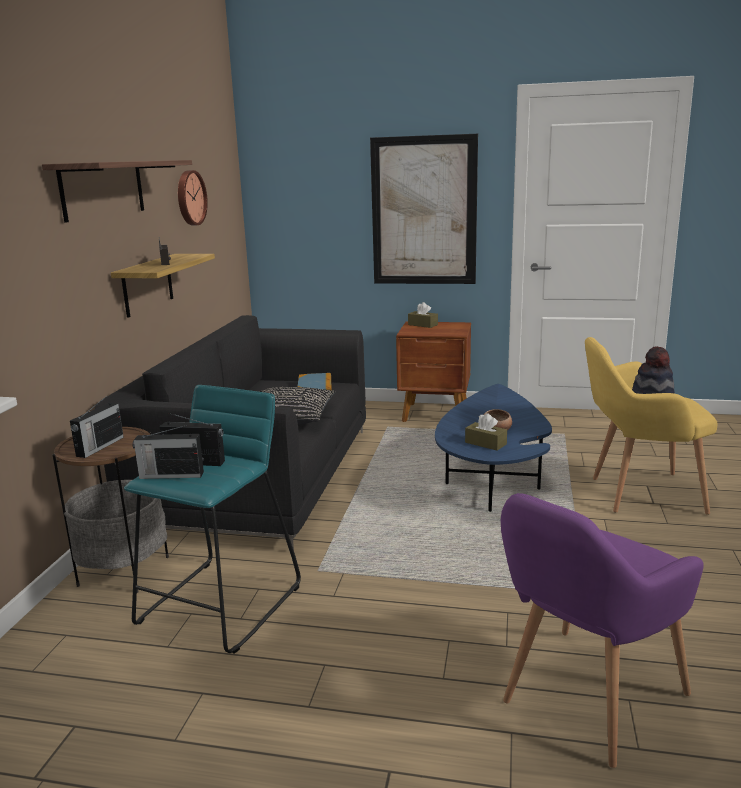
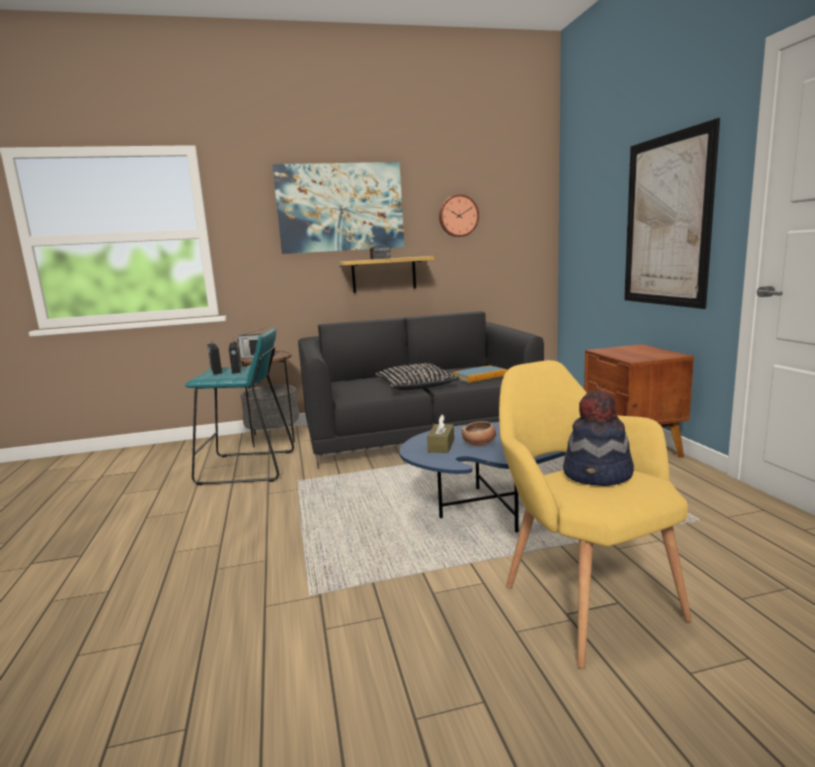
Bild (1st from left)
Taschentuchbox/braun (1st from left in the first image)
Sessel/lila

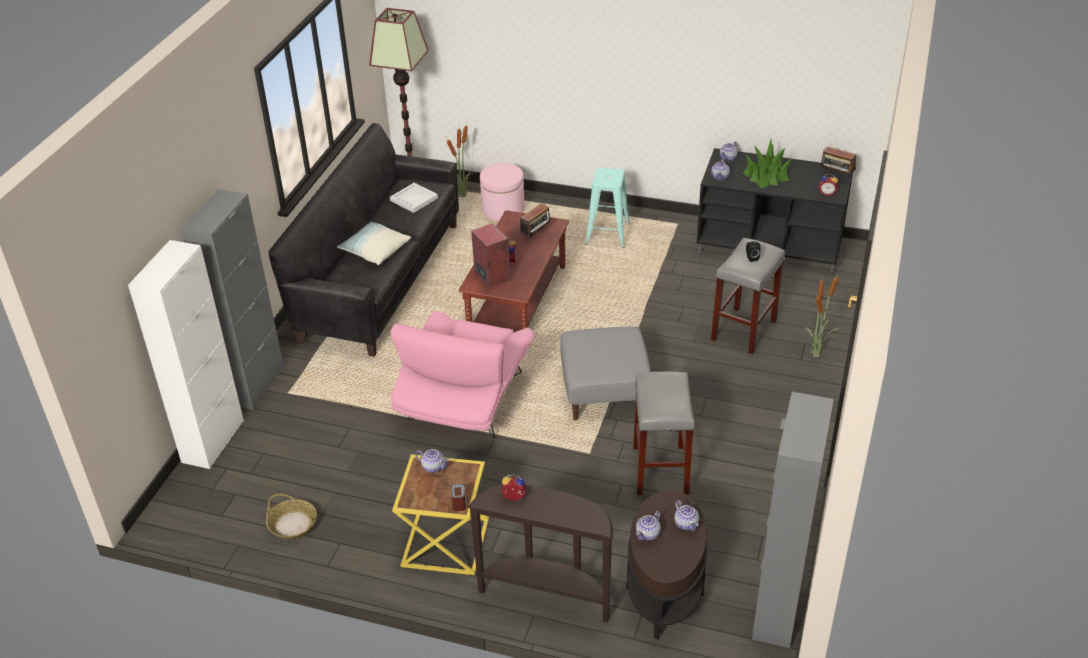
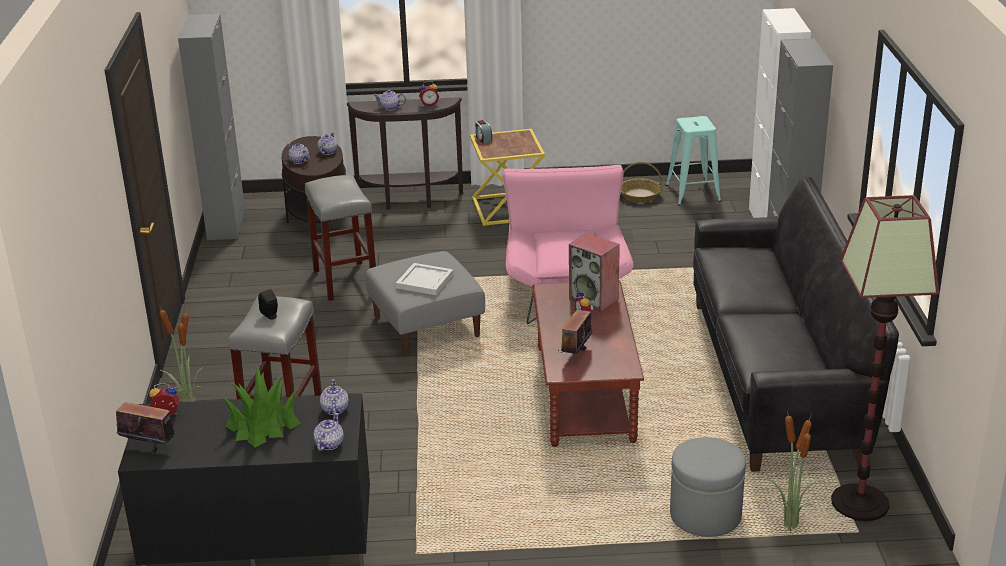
Polsterhocker/grau (2nd from left)
Hocker/türkis
Tablett/weiß
Kissen
Teekanne (5th from left)

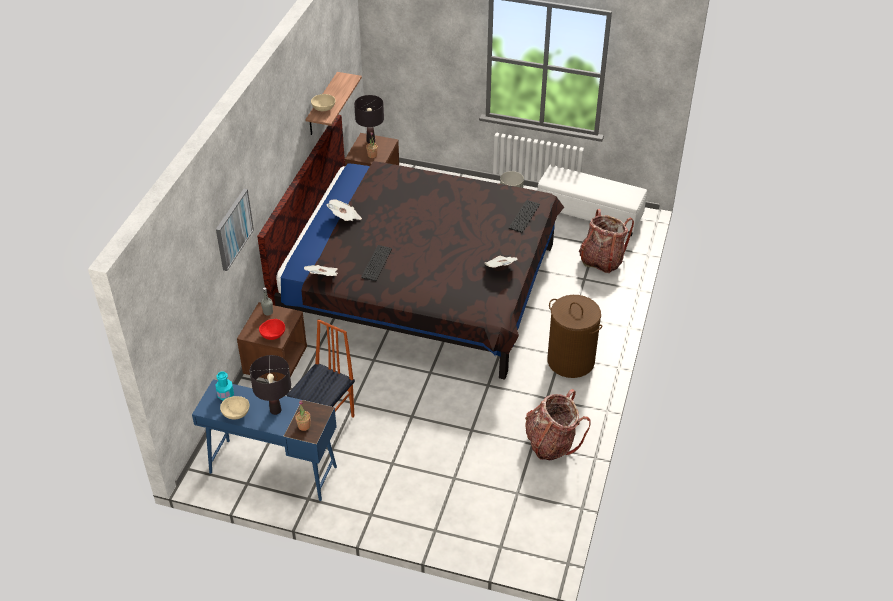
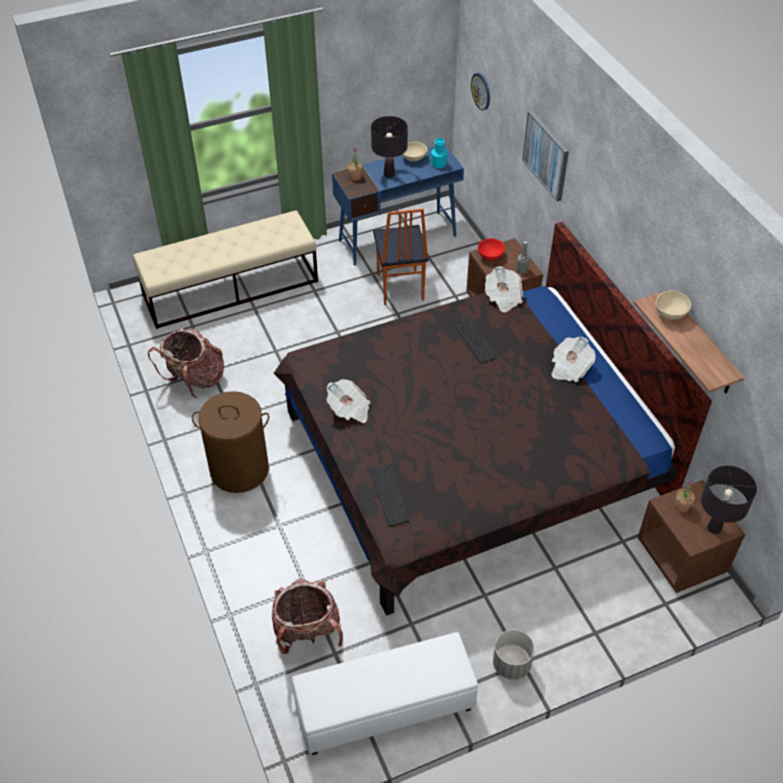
Wanduhr
Bank/beige

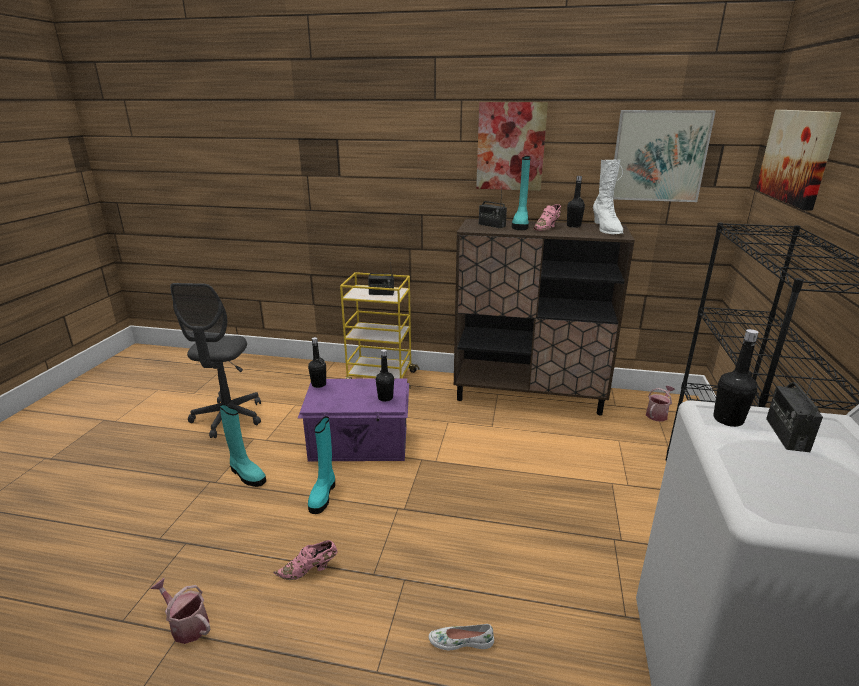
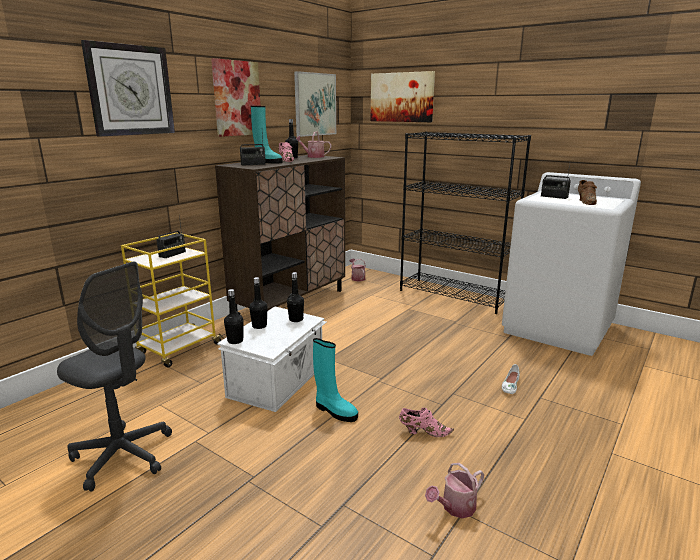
Gießkanne (1st from left)
Flasche/schwarz (2nd from left)
Aufbewahrungsbox/weiß
Stiefel/türkis (1st from left in the first image)
Schuh/rosa (2nd from left)
Wanduhr
Schuh/braun

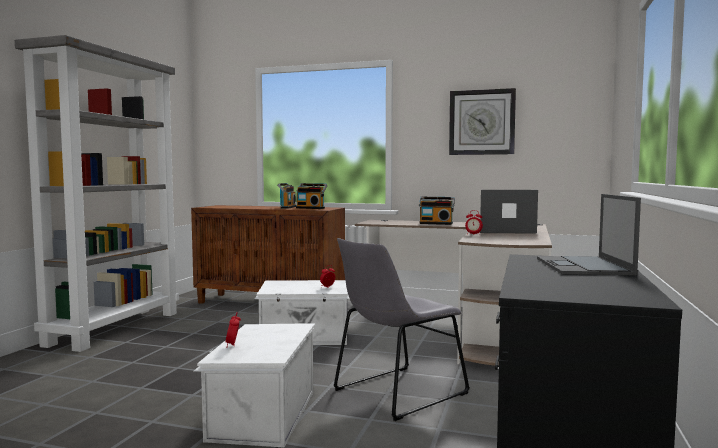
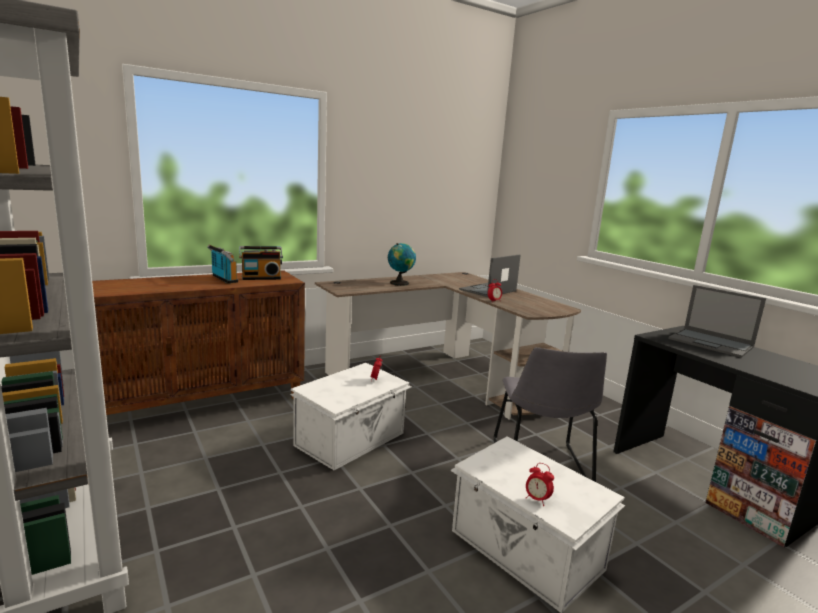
Wanduhr
Globus

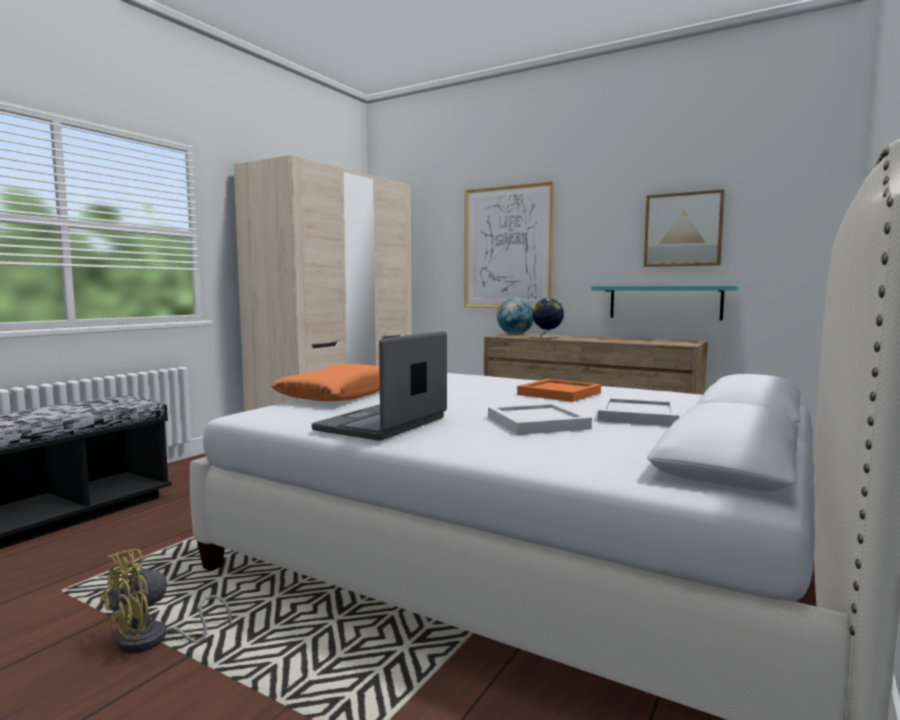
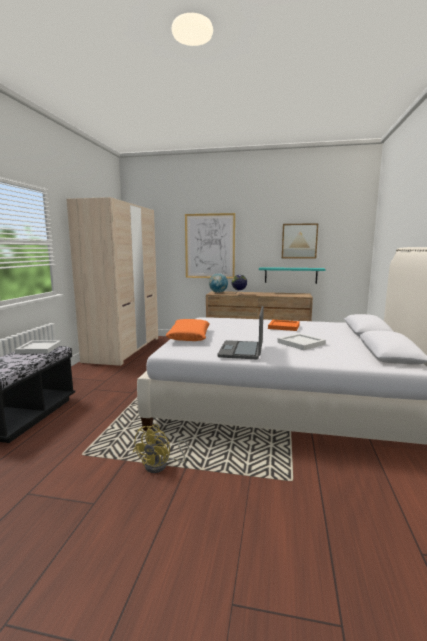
Tablett/weiß (1st from left)

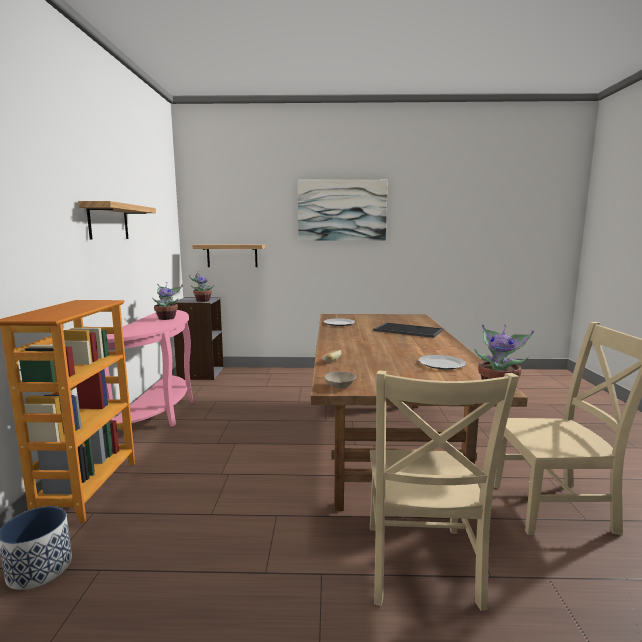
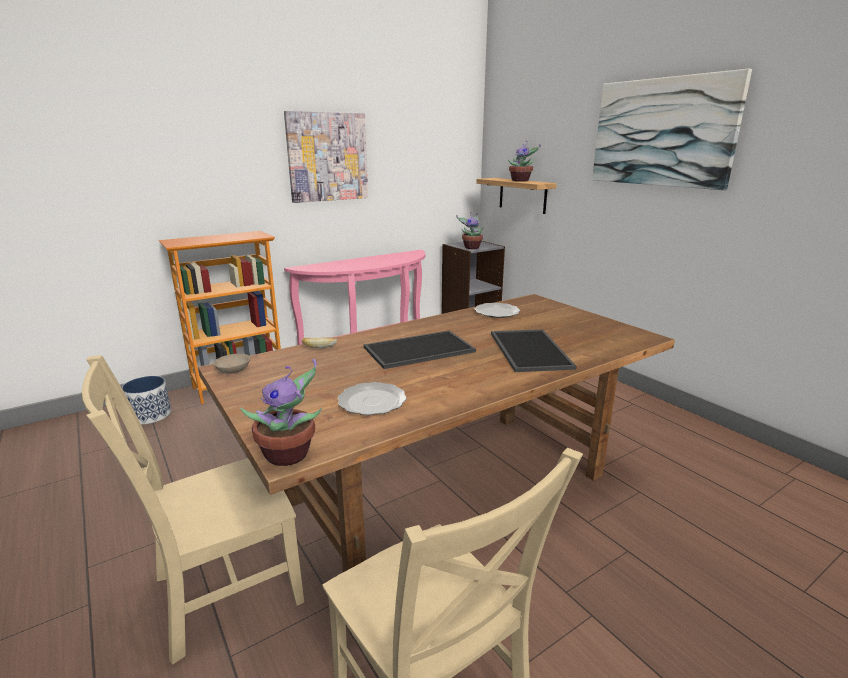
Bild (1st from left)
Topfpflanze (3rd from left)
Tablett (1st from left)

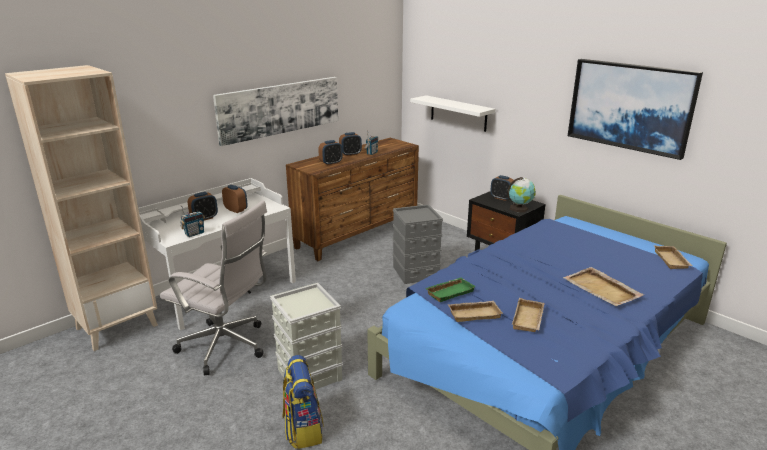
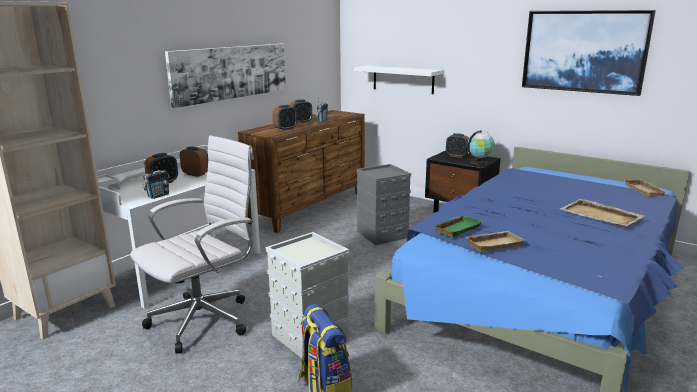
Bürostuhl/weiß
Tablett/beige (2nd from left in the first image)

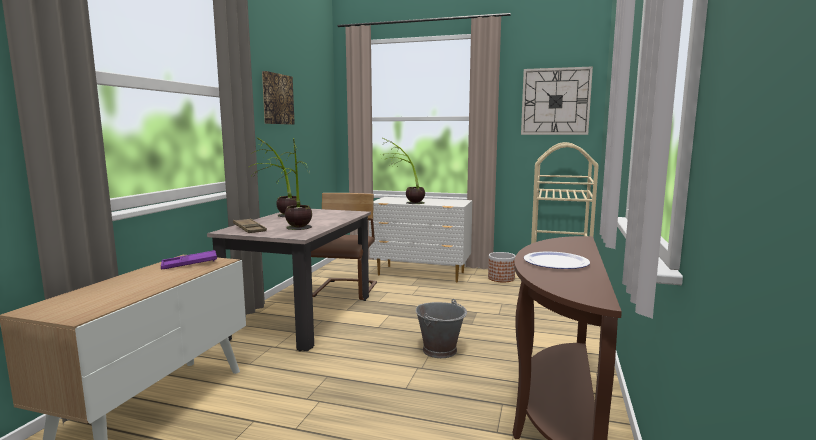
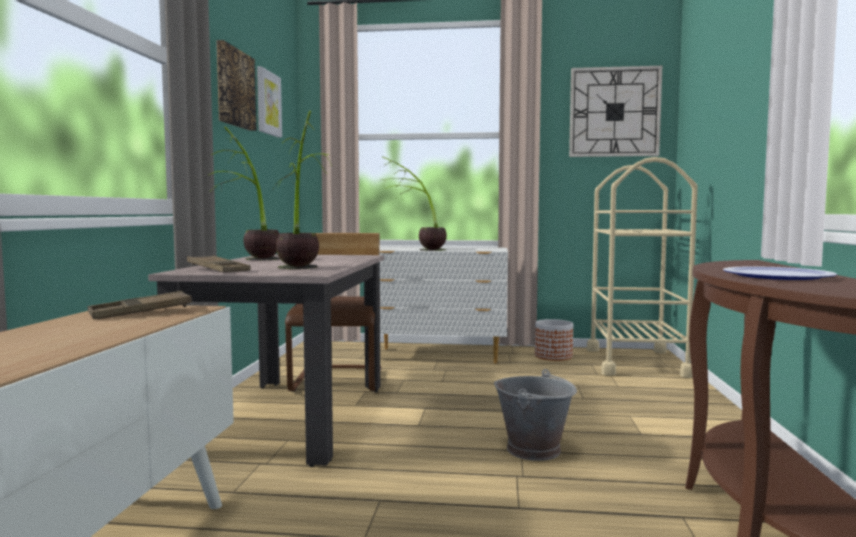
Tablett/braun (1st from left)
Bild (2nd from left)

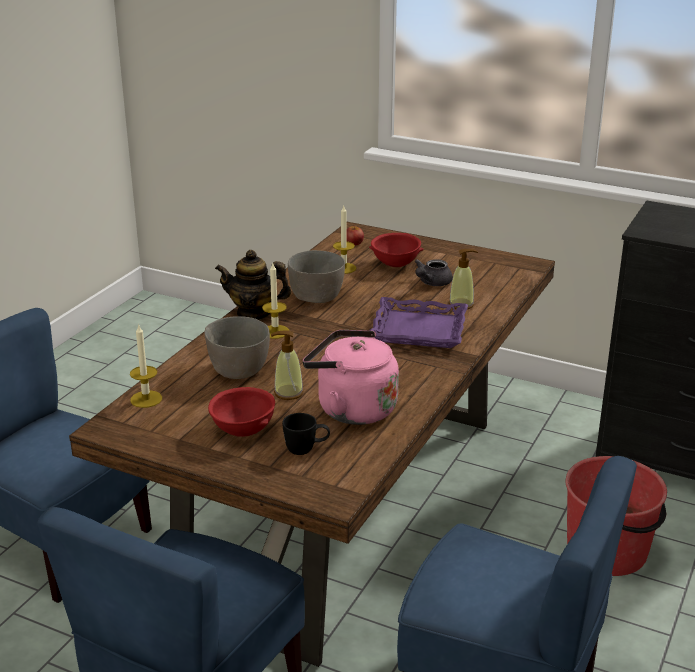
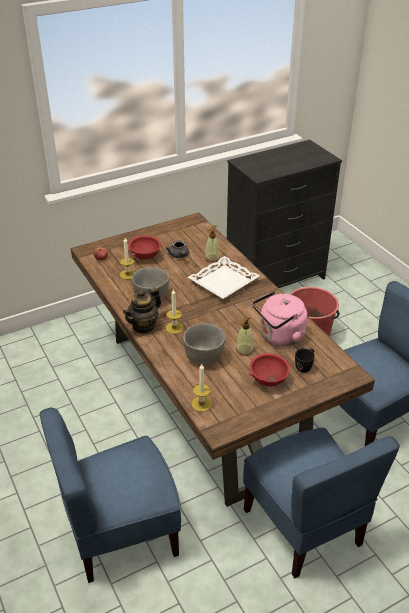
Tablett/weiß

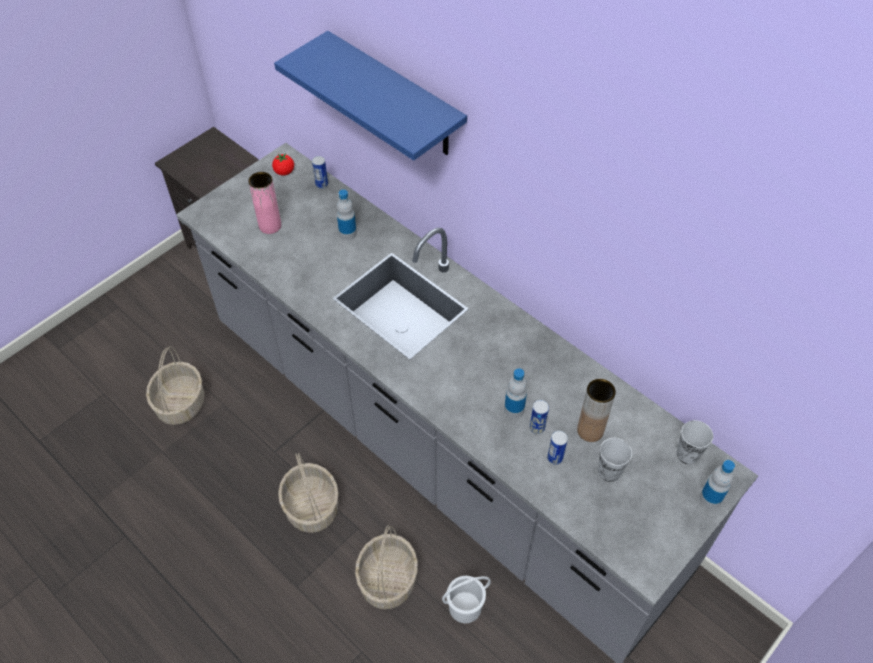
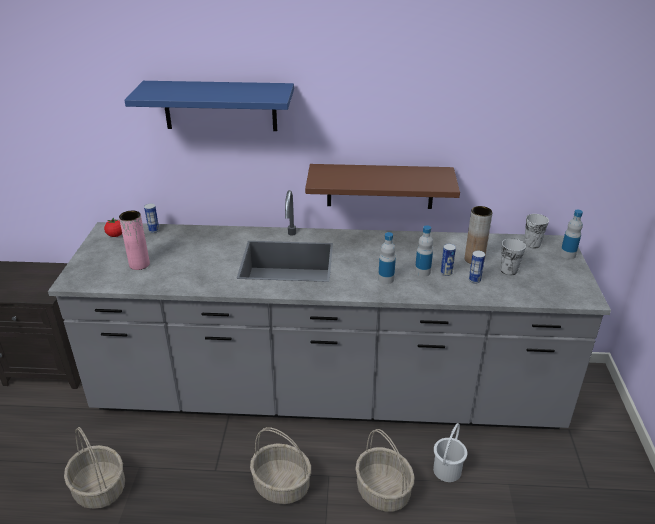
Flasche (1st from left)
Wandregal/braun

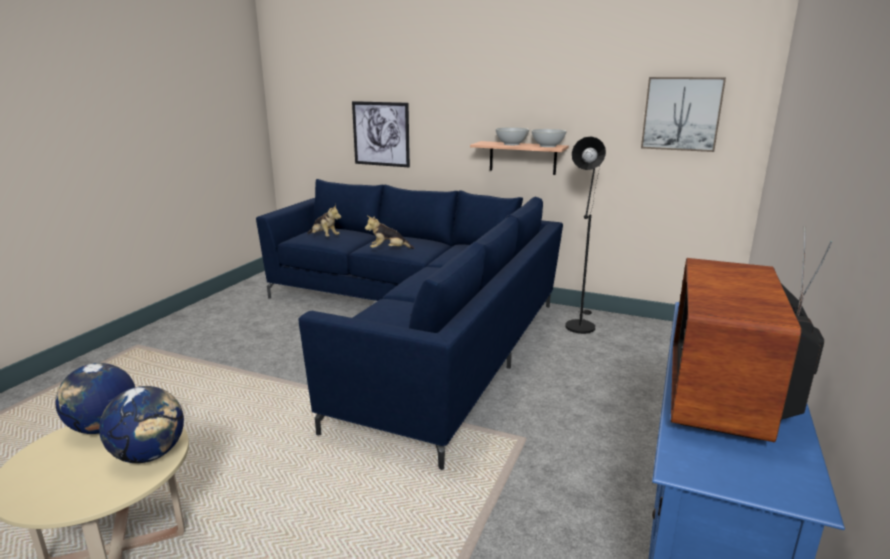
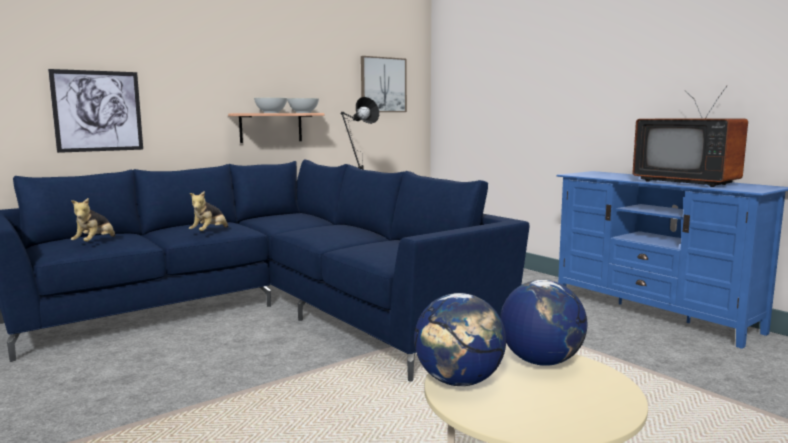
Plüschtier (1st from left)

